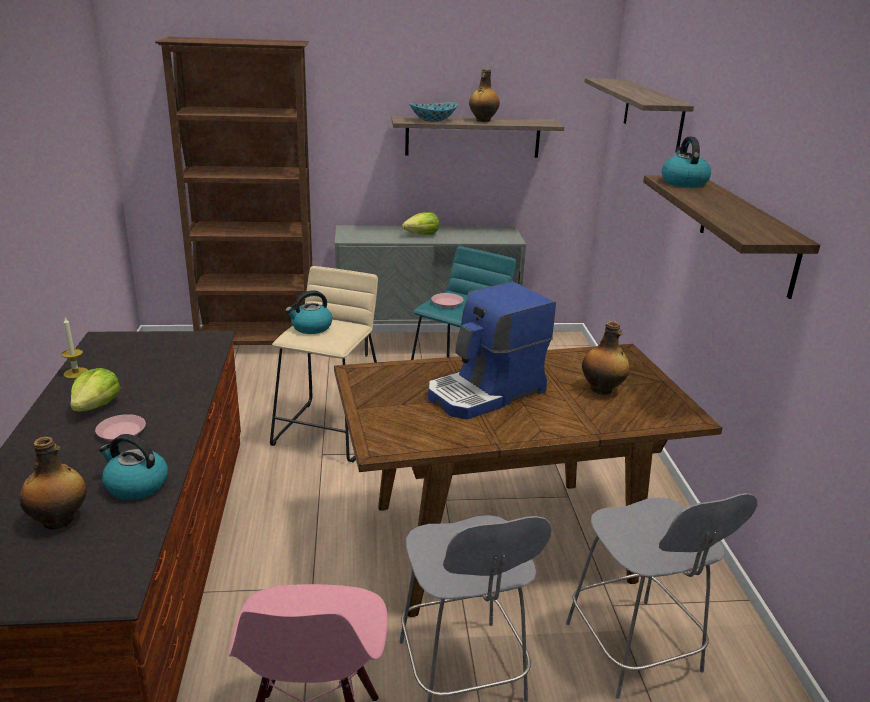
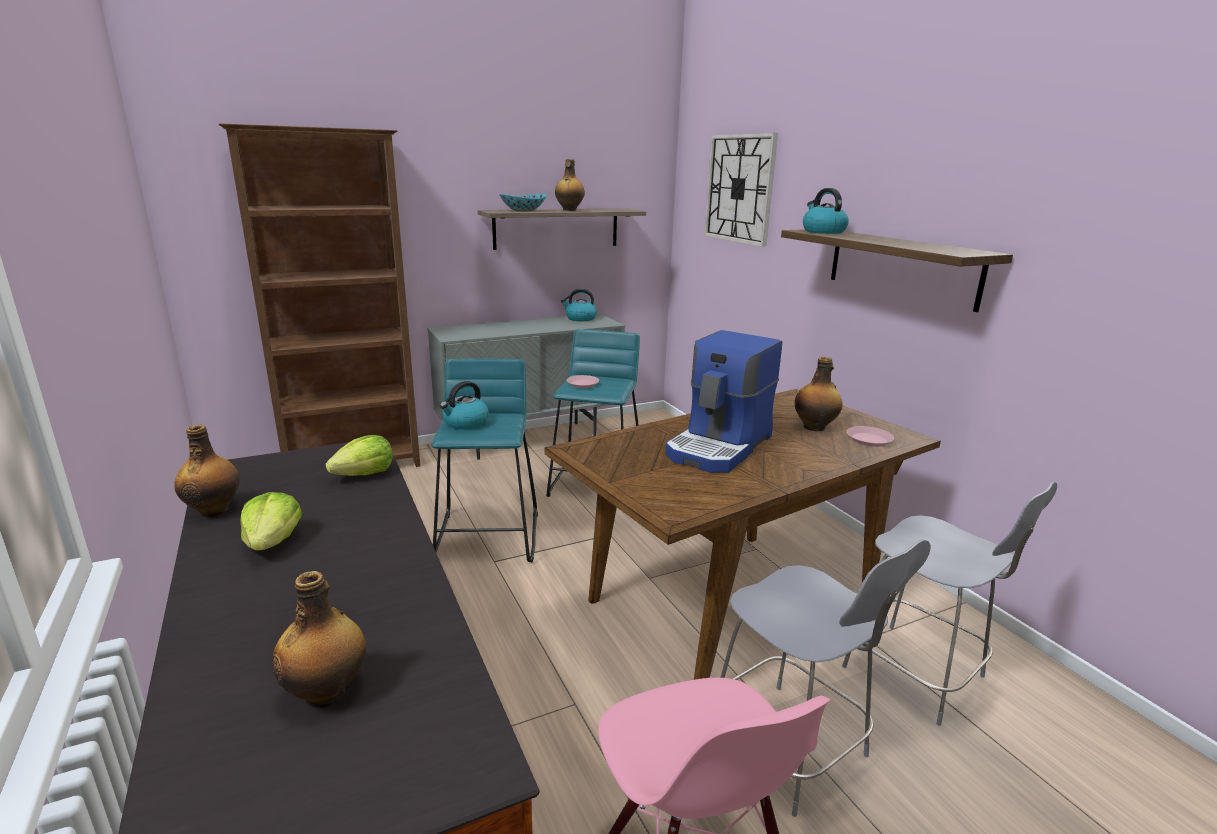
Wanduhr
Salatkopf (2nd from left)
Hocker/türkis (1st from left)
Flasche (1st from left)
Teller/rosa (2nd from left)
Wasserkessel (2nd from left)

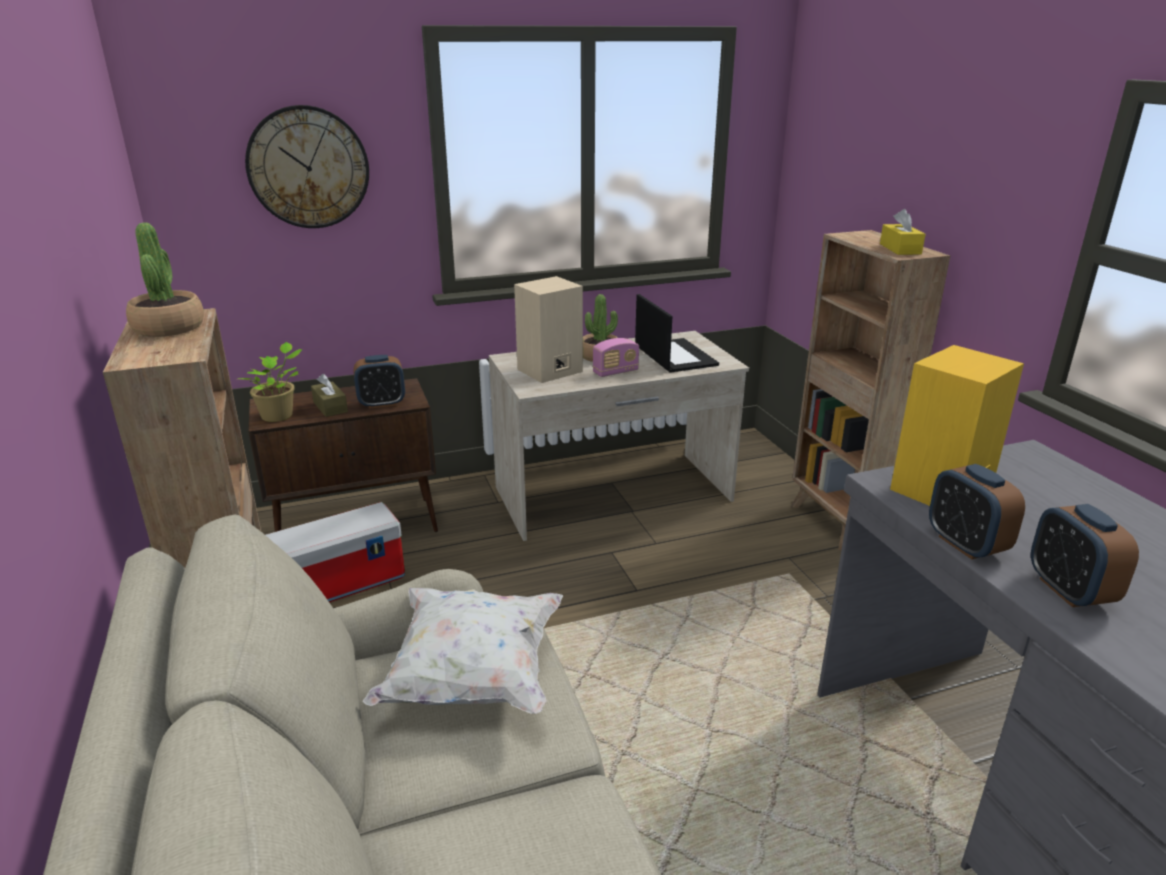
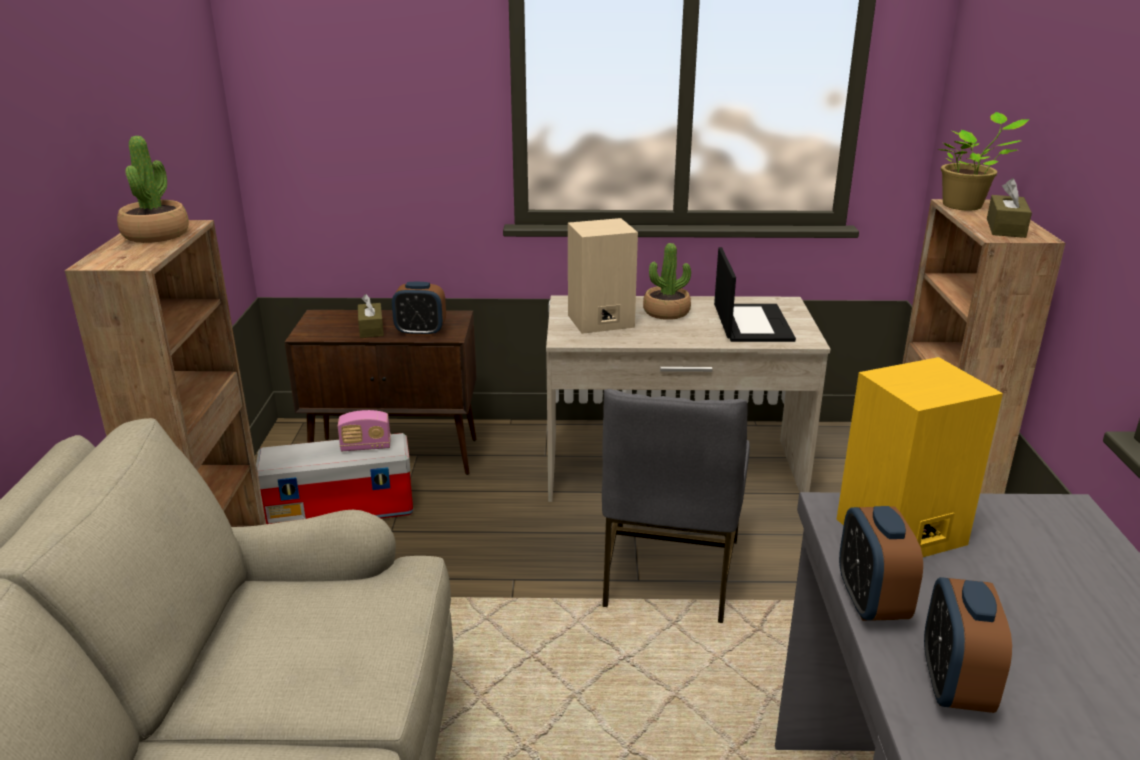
Wanduhr
Taschentuchbox/braun (2nd from left)
Radio
Topfpflanze (3rd from left)
Kissen/weiß
Stuhl/grau

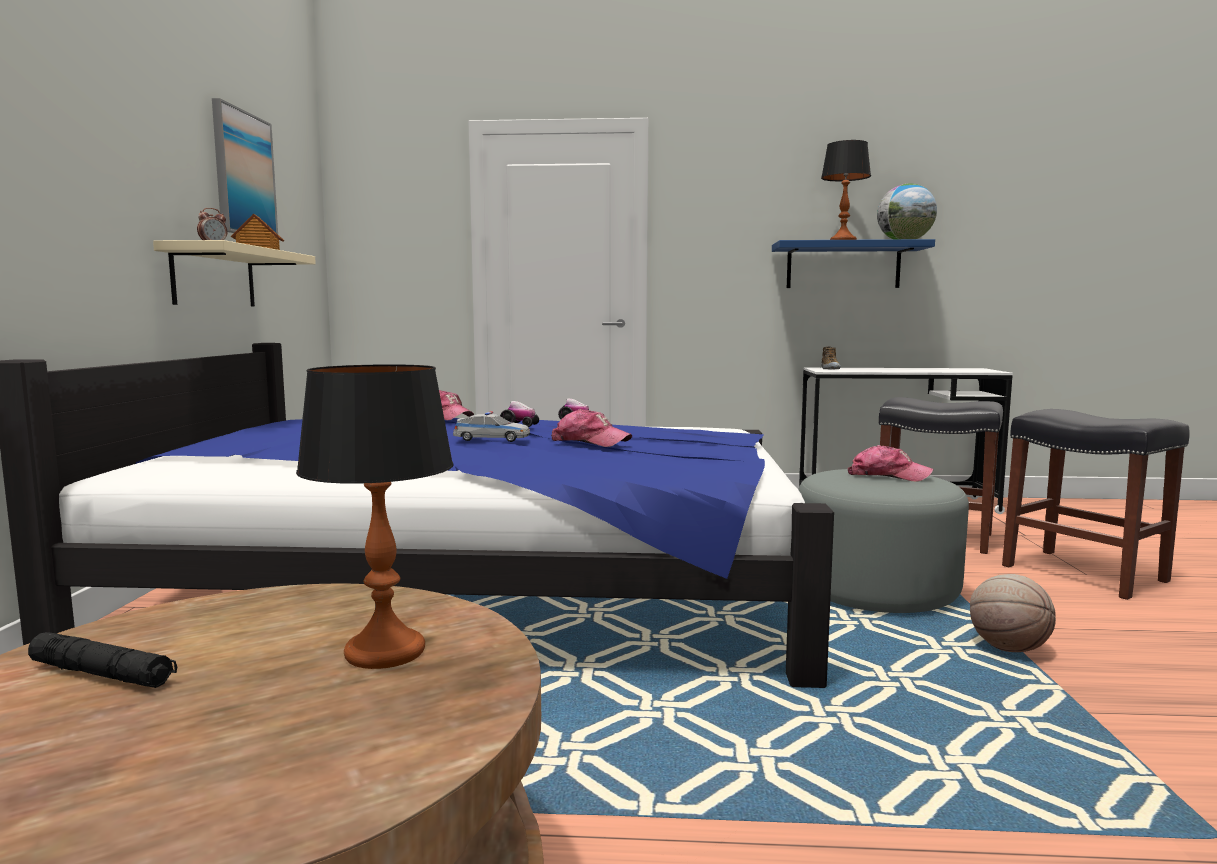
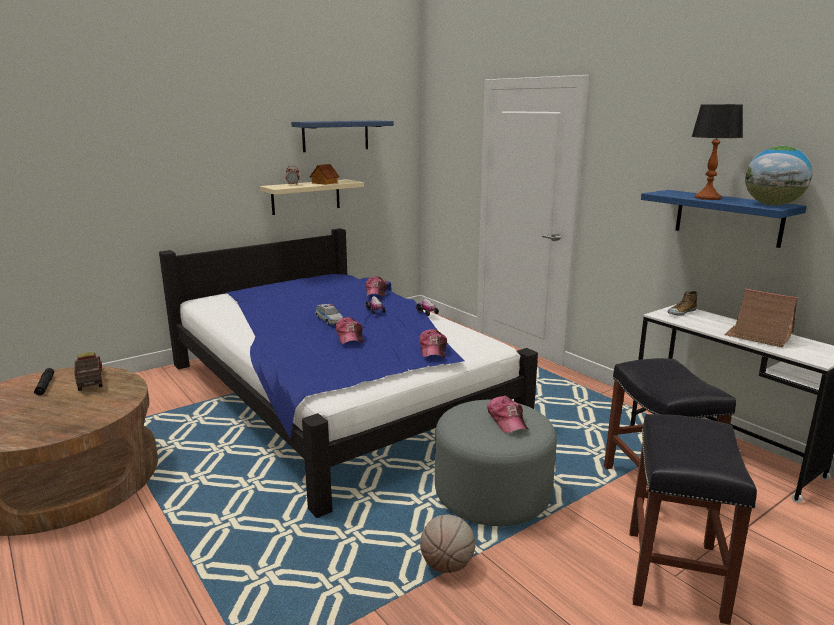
Wandregal/blau (1st from left)
Tischlampe (1st from left in the first image)
Spielzeughaus (2nd from left)
Kappe (3rd from left)
Spielzeuglaster

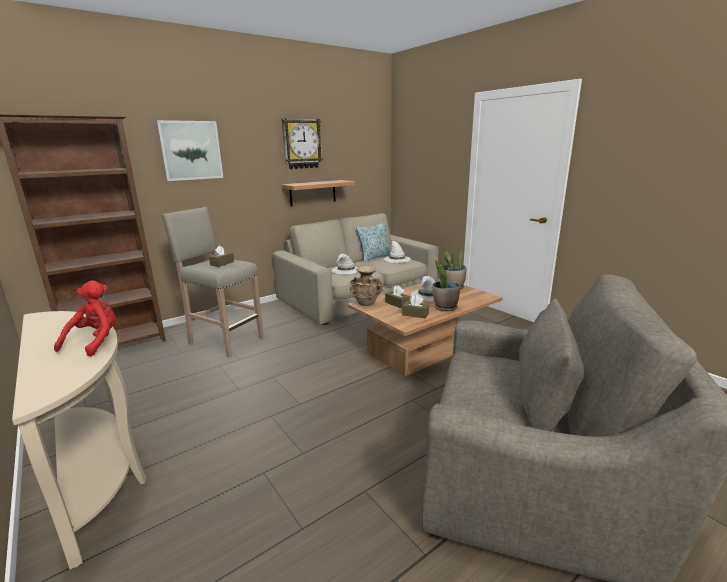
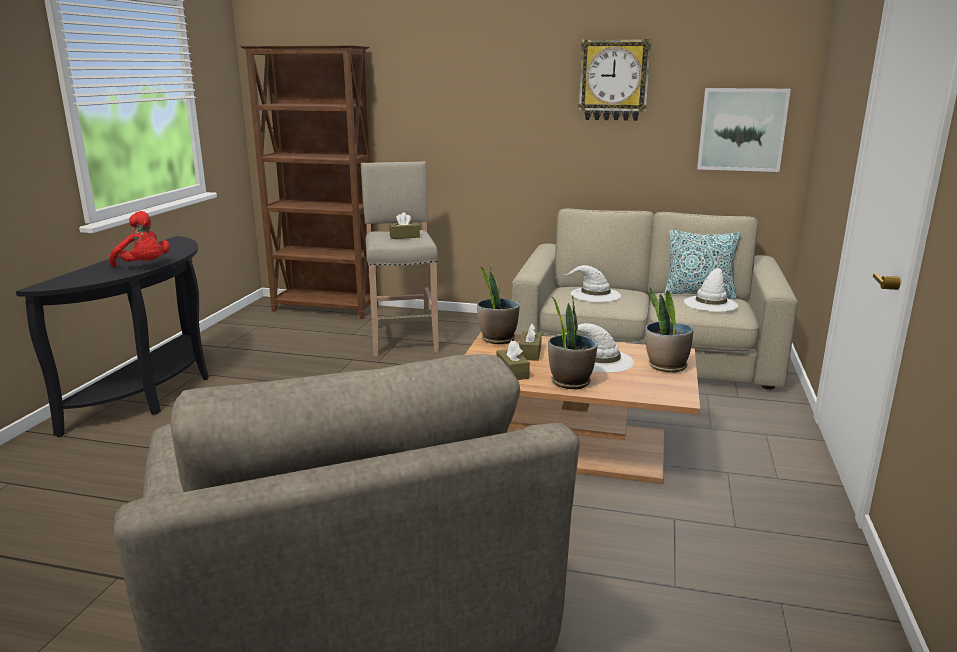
Bild
Wandregal
Topfpflanze (1st from left)
Plüschtier/rot
Konsolentisch/schwarz

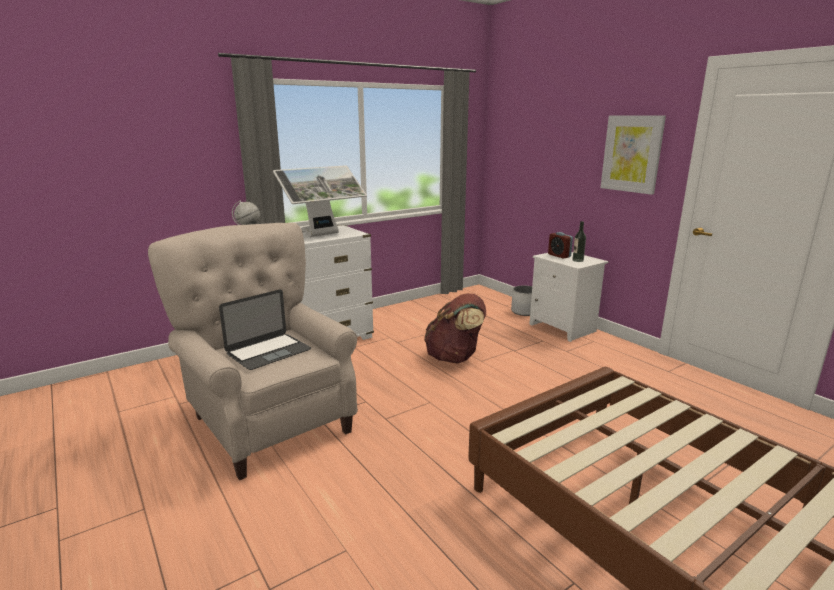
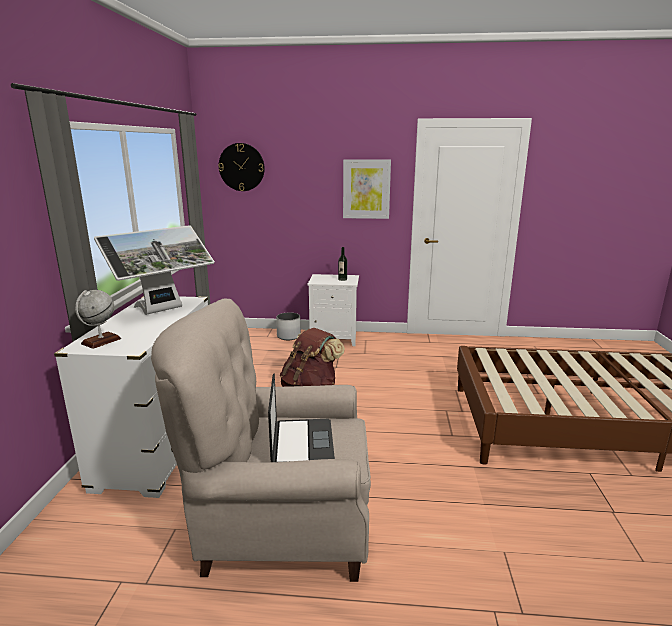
Monitor
Wecker
Wanduhr

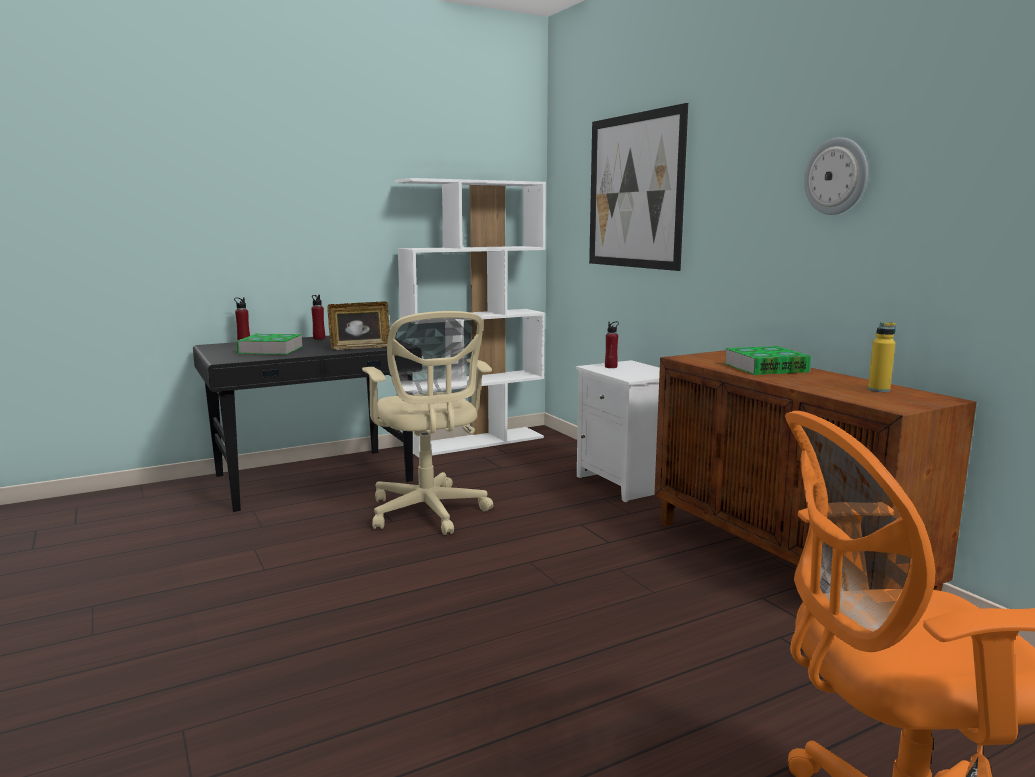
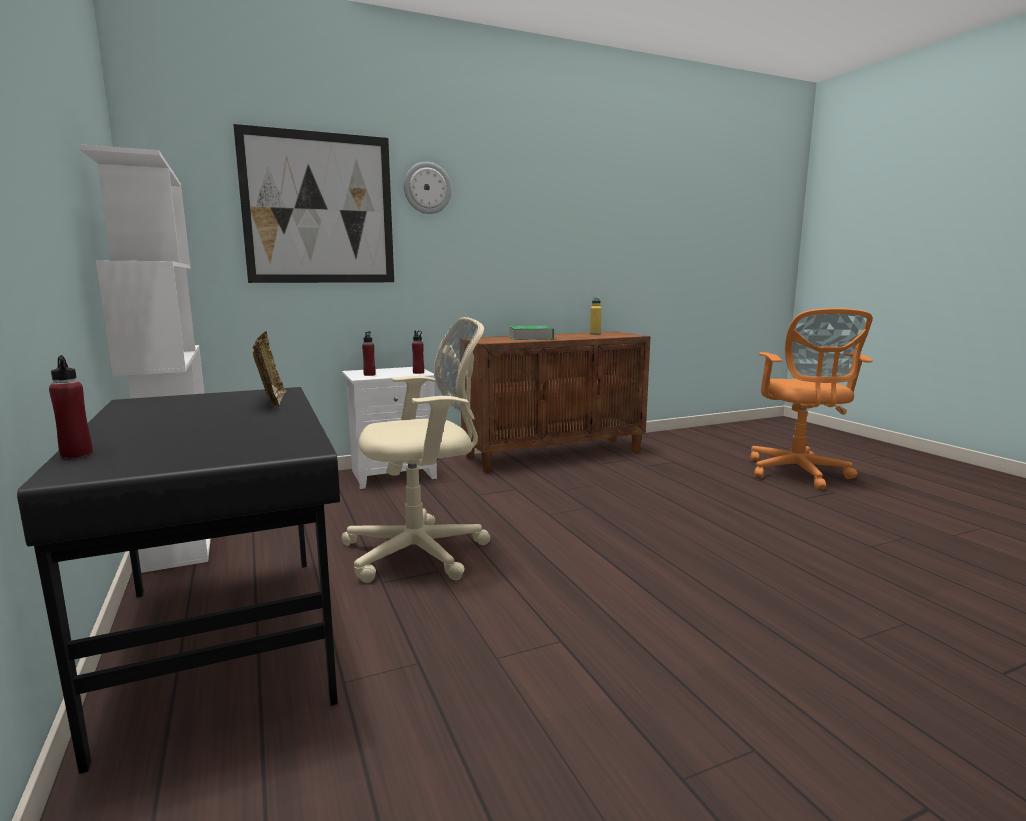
Wanduhr
Flasche/rot (3rd from left)
Buch (1st from left in the first image)

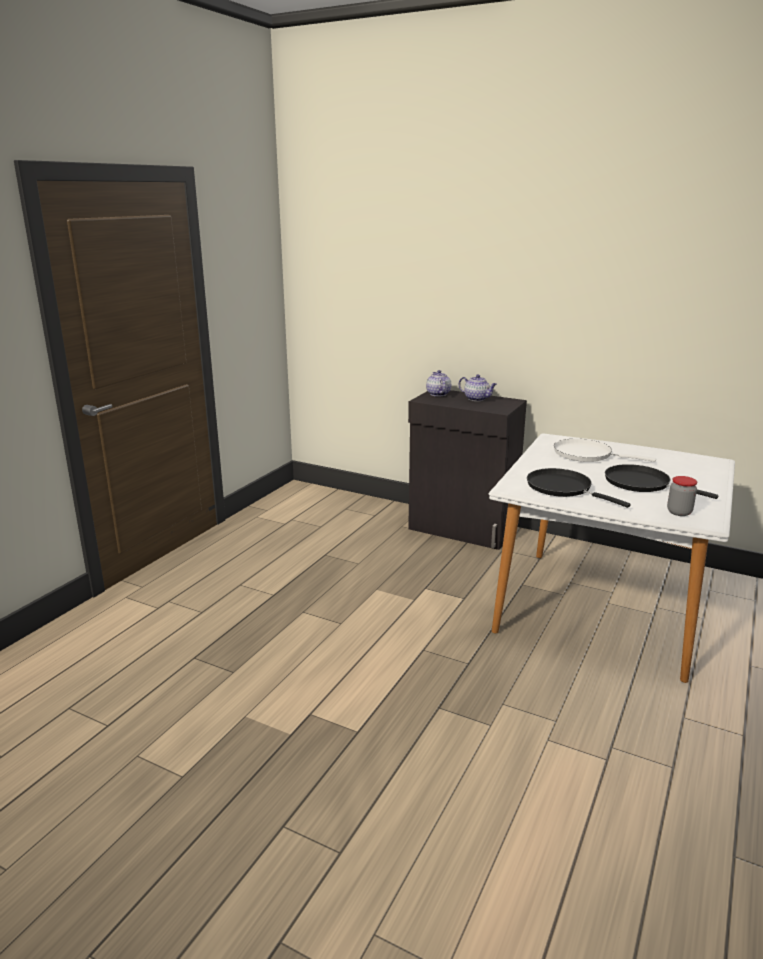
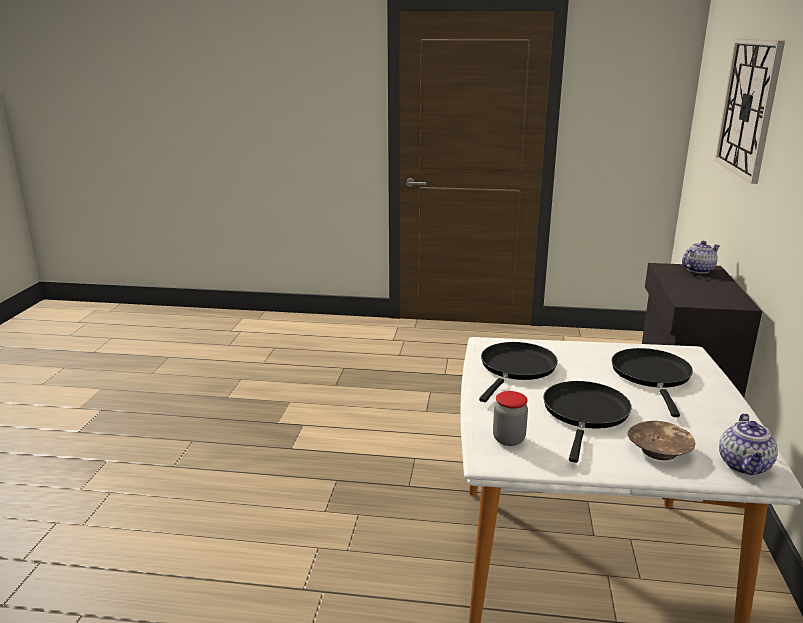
Teekanne (2nd from left)
Pfanne/schwarz (3rd from left)
Wanduhr
Schüssel/braun

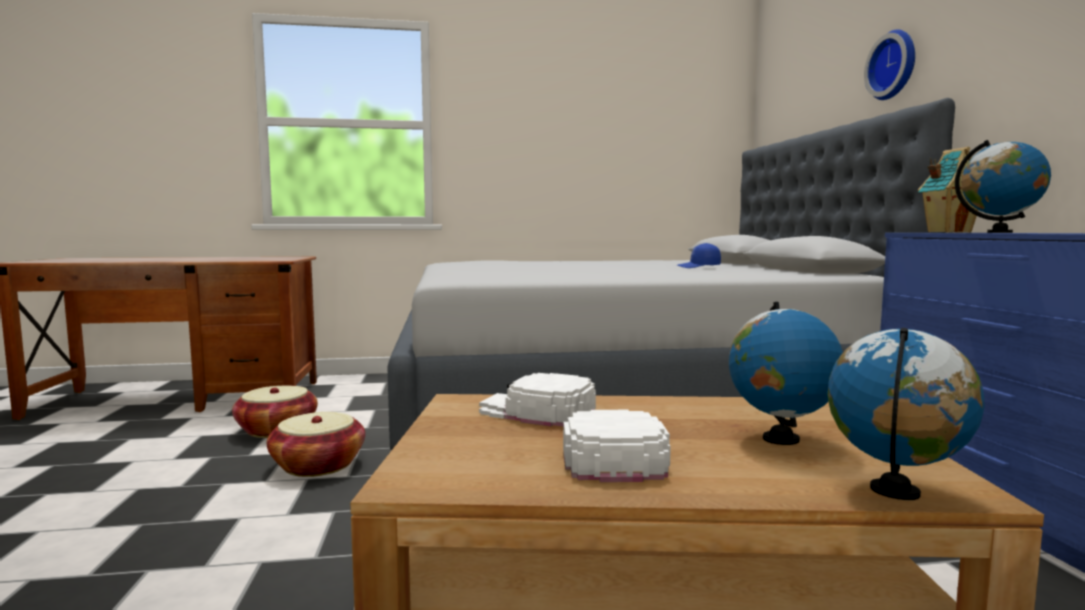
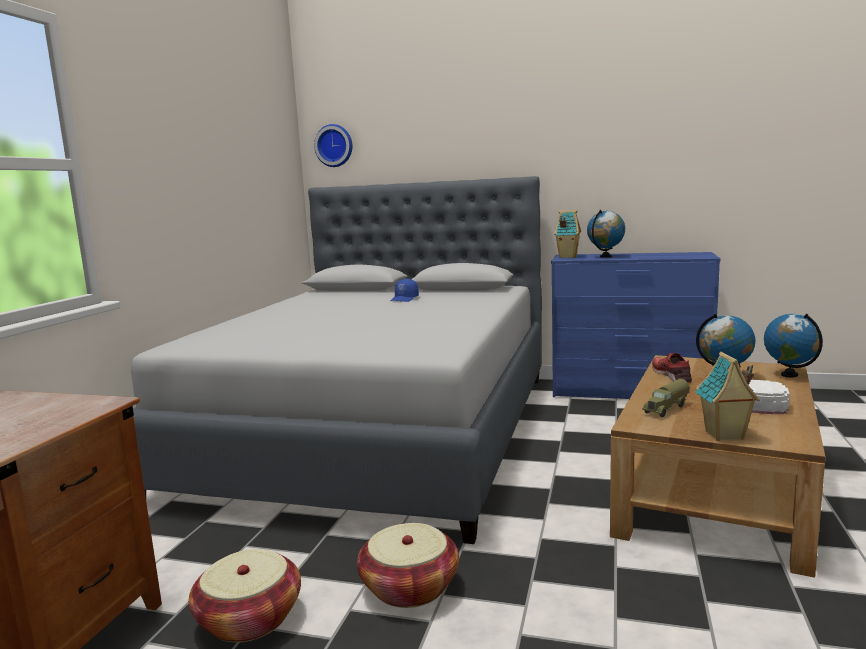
Wanduhr
Spielzeuglaster
Spielzeughaus (2nd from left)
Schuh/rot

